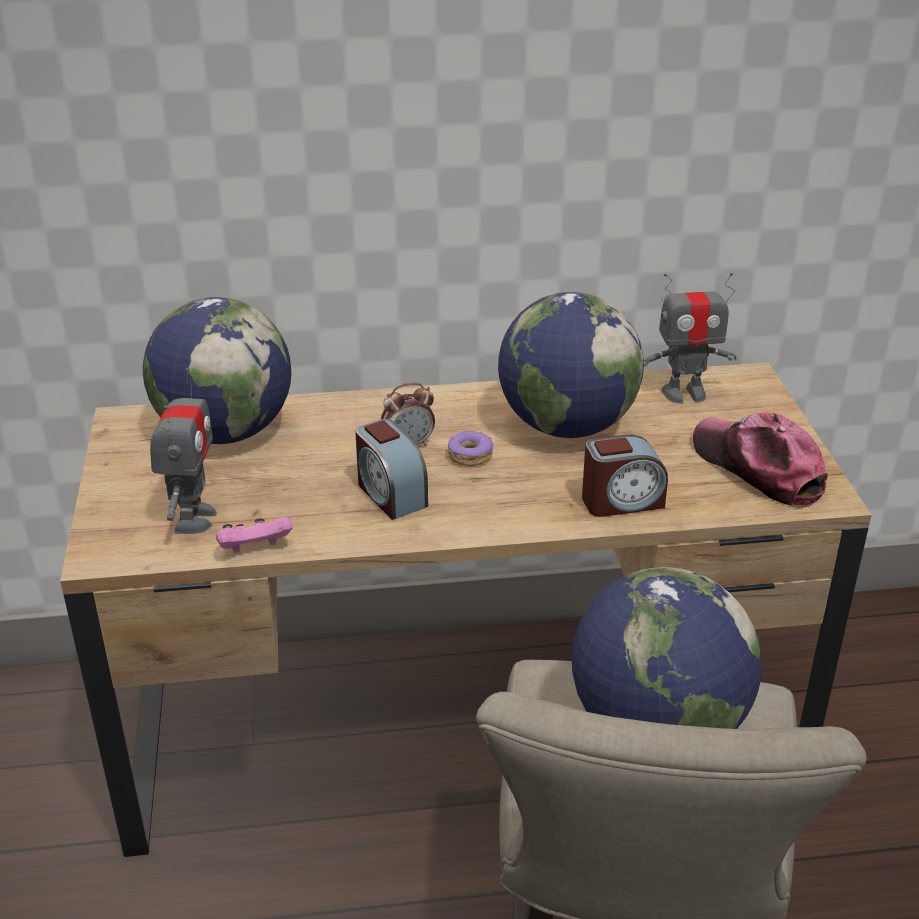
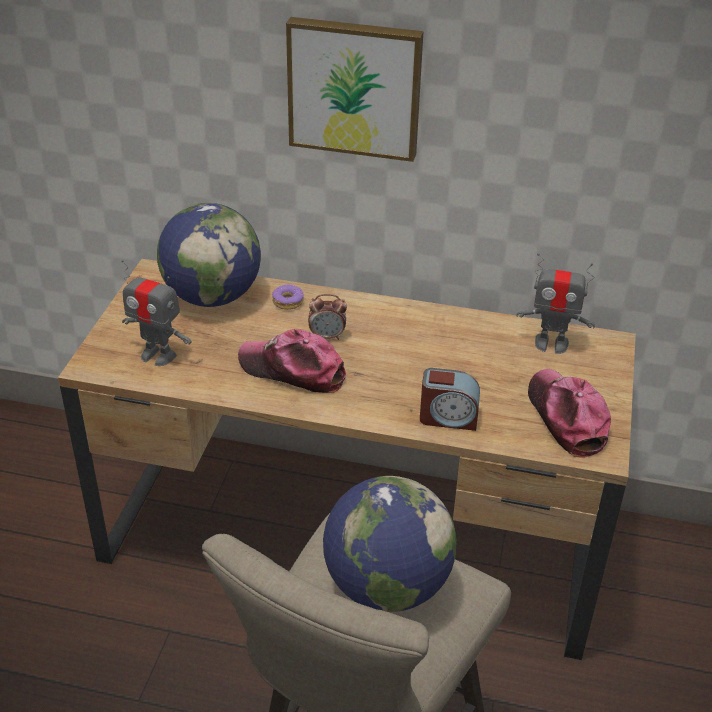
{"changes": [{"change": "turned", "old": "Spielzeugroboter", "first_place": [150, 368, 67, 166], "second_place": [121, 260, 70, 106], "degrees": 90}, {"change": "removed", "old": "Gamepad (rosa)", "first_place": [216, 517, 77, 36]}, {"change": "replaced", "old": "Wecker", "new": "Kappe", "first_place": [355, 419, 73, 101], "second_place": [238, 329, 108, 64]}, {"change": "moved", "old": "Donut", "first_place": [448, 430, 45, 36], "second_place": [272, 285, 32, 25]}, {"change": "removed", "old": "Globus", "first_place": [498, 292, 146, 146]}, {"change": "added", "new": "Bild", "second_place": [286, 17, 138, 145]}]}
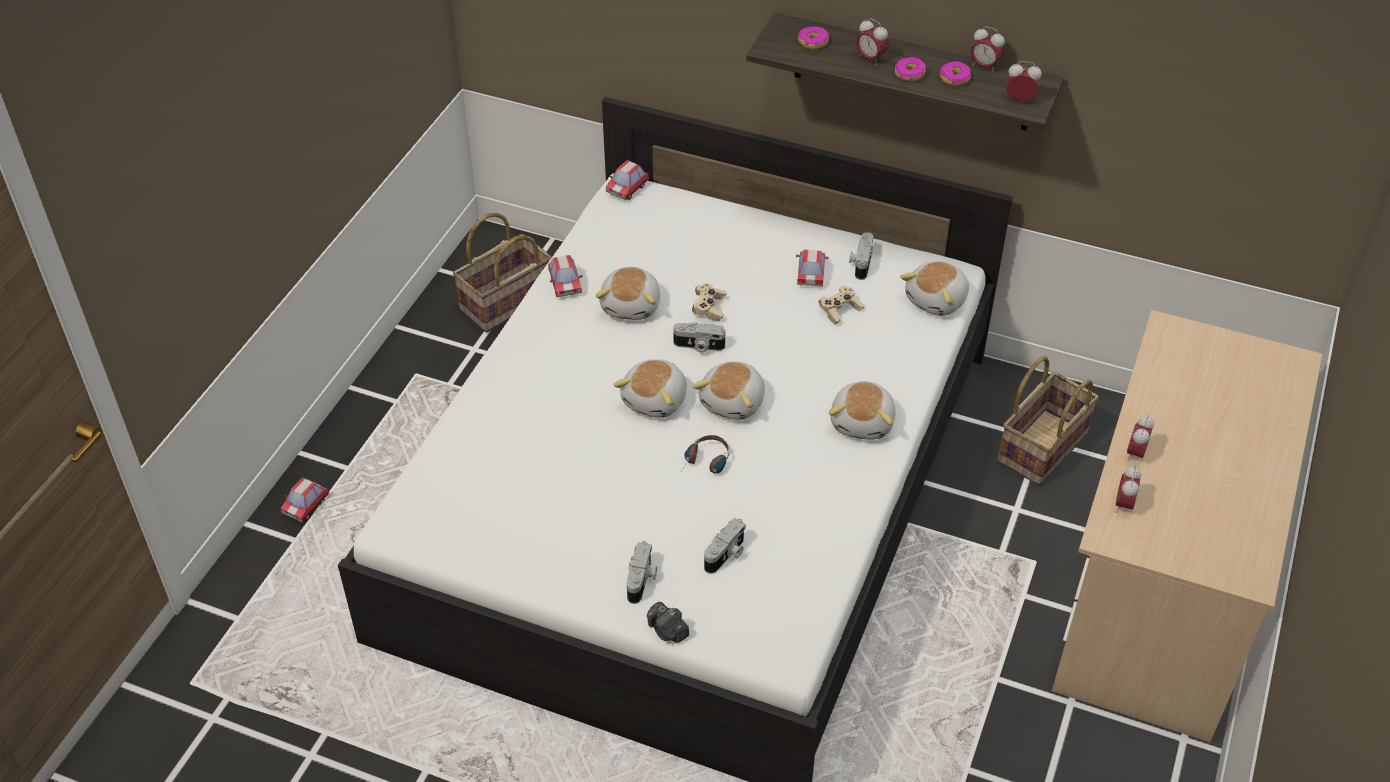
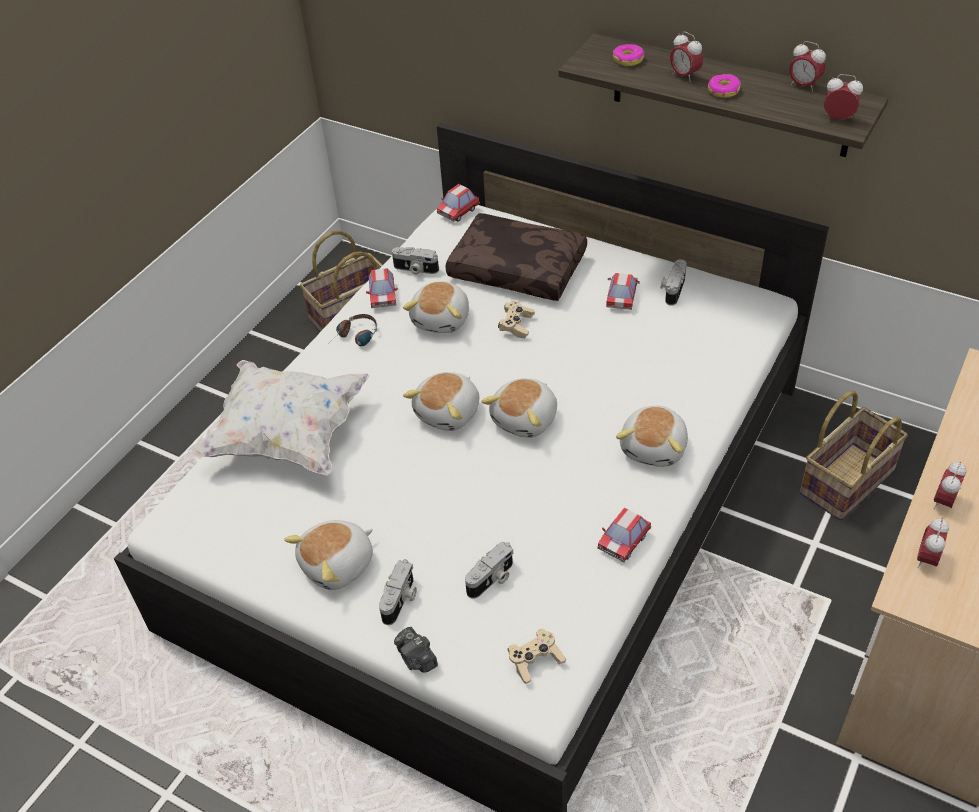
{"changes": [{"change": "moved", "old": "Spielzeugauto", "first_place": [281, 477, 48, 46], "second_place": [597, 508, 54, 54]}, {"change": "moved", "old": "Kamera", "first_place": [673, 322, 52, 31], "second_place": [392, 247, 47, 28]}, {"change": "moved", "old": "Kopfhörer", "first_place": [680, 435, 50, 39], "second_place": [333, 314, 44, 32]}, {"change": "moved", "old": "Gamepad (beige)", "first_place": [819, 286, 45, 38], "second_place": [508, 629, 58, 55]}, {"change": "moved", "old": "Plüschtier", "first_place": [900, 261, 69, 55], "second_place": [284, 520, 89, 70]}, {"change": "removed", "old": "Donut", "first_place": [940, 61, 31, 25]}, {"change": "added", "new": "Kissen (weiß)", "second_place": [192, 360, 177, 115]}, {"change": "added", "new": "Kissen (braun)", "second_place": [445, 213, 142, 88]}]}
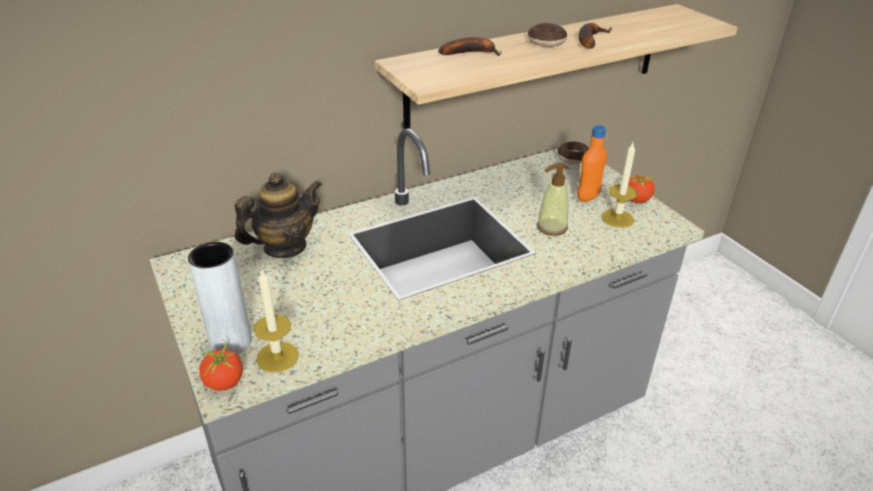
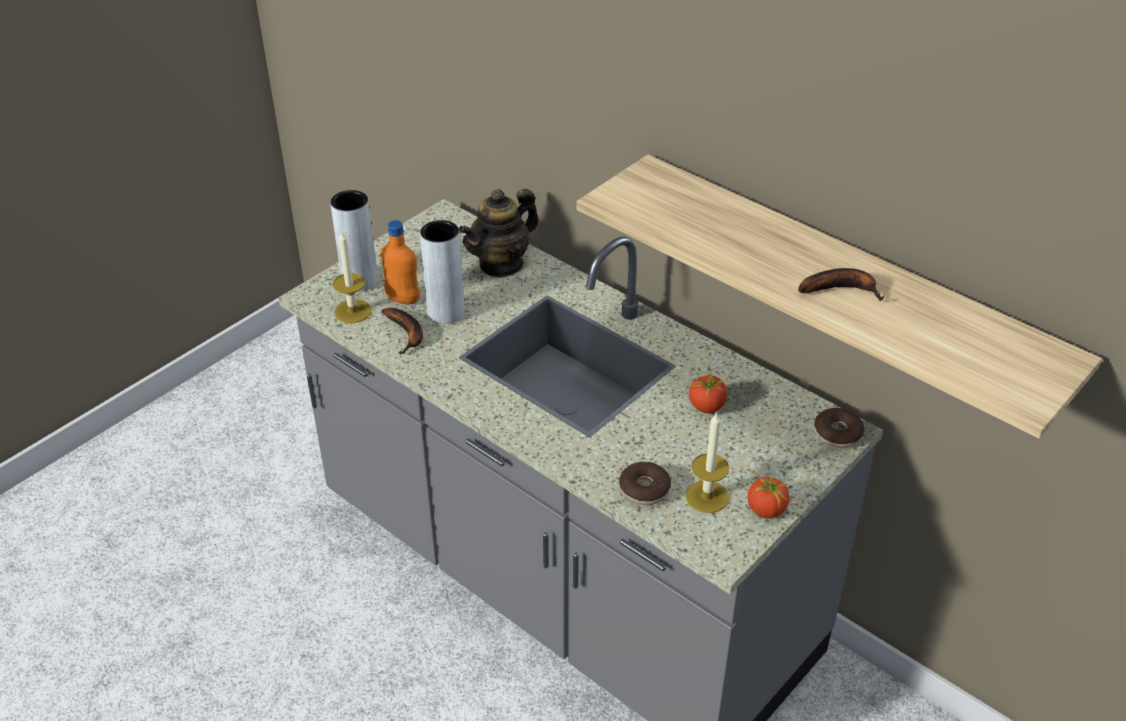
{"changes": [{"change": "moved", "old": "Tomate", "first_place": [199, 340, 44, 51], "second_place": [688, 372, 43, 41]}, {"change": "turned", "old": "Teekanne", "first_place": [235, 172, 87, 86], "second_place": [459, 189, 80, 89], "degrees": 105}, {"change": "moved", "old": "Banane", "first_place": [438, 37, 63, 19], "second_place": [382, 308, 41, 46]}, {"change": "moved", "old": "Donut", "first_place": [528, 23, 39, 24], "second_place": [619, 462, 52, 43]}, {"change": "removed", "old": "Seifenspender", "first_place": [537, 163, 31, 73]}, {"change": "moved", "old": "Flasche (orange)", "first_place": [577, 125, 30, 77], "second_place": [380, 220, 40, 85]}, {"change": "added", "new": "Vase (grau)", "second_place": [420, 220, 44, 104]}]}
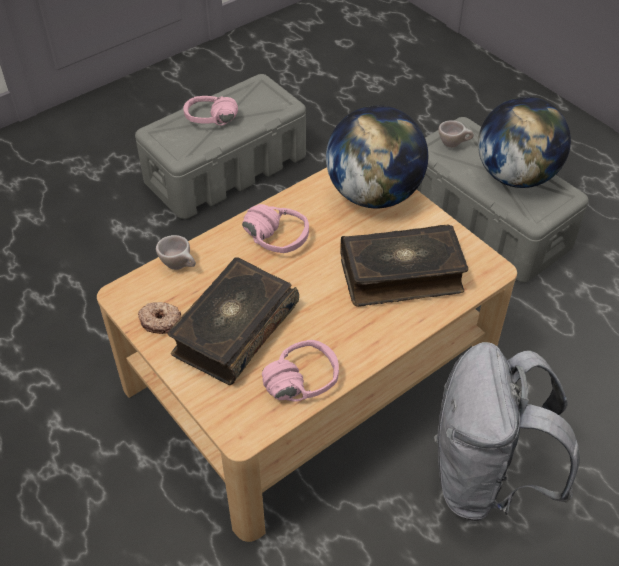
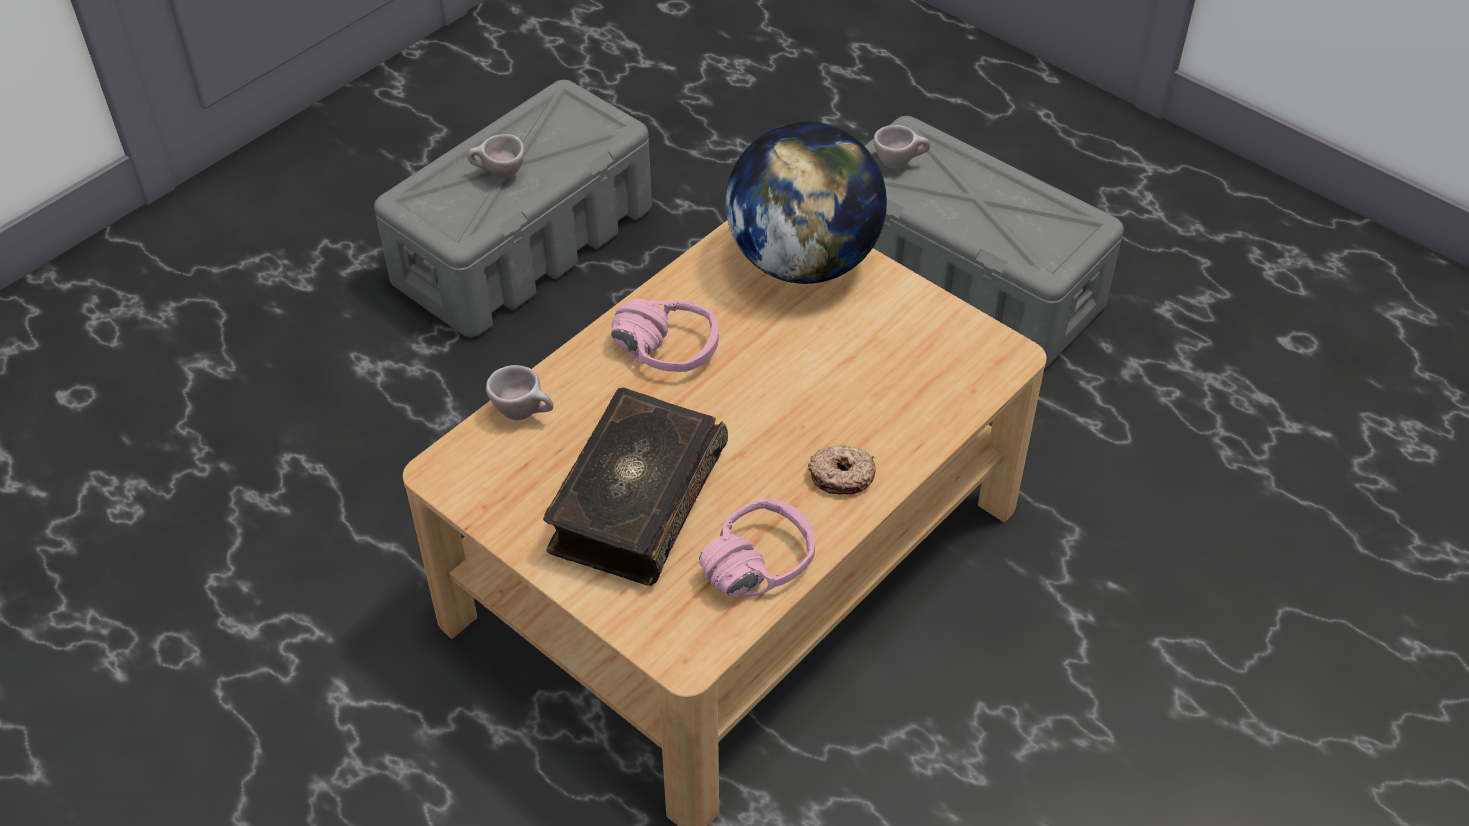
{"changes": [{"change": "moved", "old": "Donut", "first_place": [138, 302, 43, 32], "second_place": [808, 445, 68, 50]}, {"change": "replaced", "old": "Kopfhörer (rosa)", "new": "Tasse (beige)", "first_place": [183, 96, 55, 29], "second_place": [467, 134, 58, 45]}, {"change": "removed", "old": "Buch", "first_place": [340, 224, 128, 83]}, {"change": "removed", "old": "Rucksack (grau)", "first_place": [434, 342, 146, 179]}, {"change": "removed", "old": "Globus", "first_place": [478, 97, 93, 91]}]}
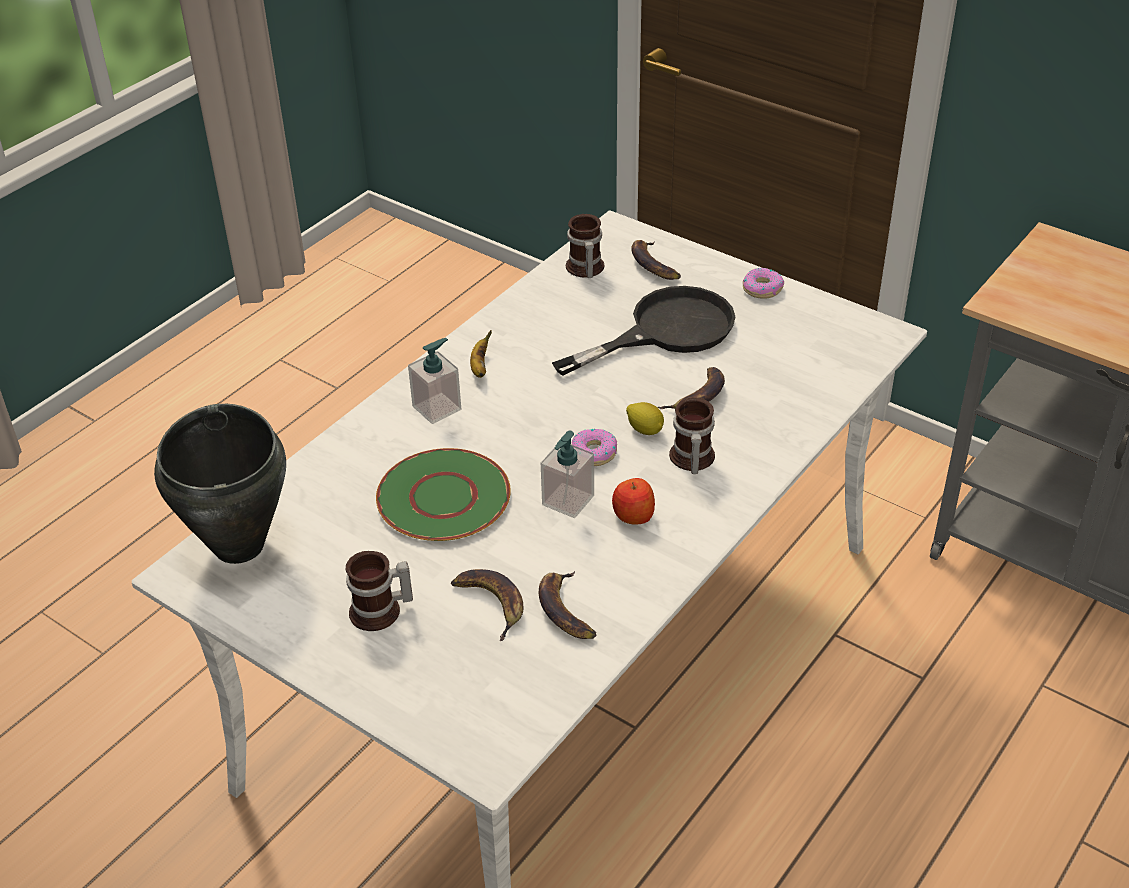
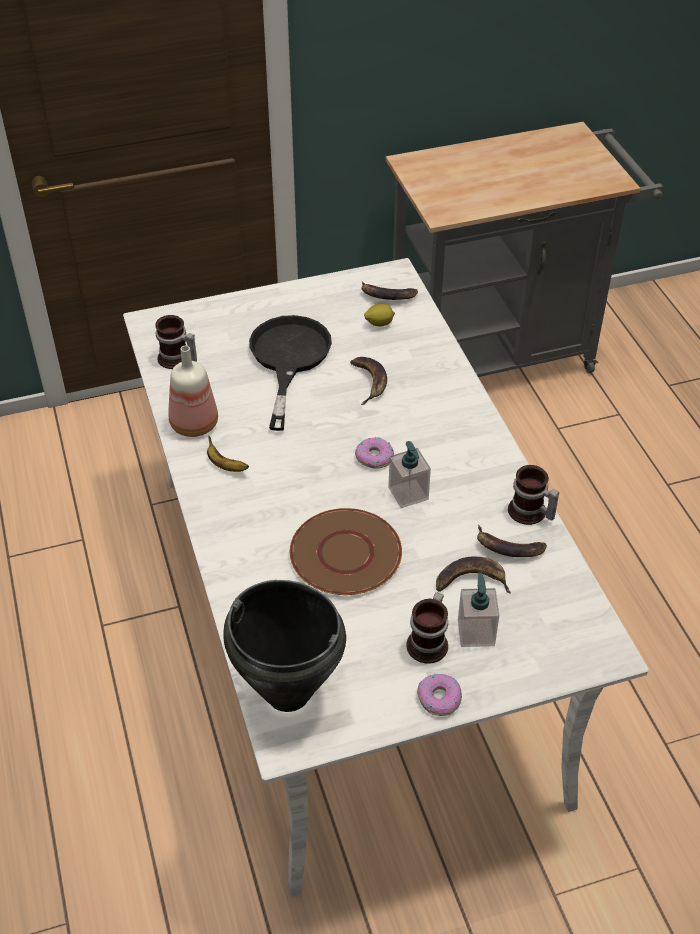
{"changes": [{"change": "recoloured", "old": "Teller (grün)", "new": "Teller (braun)", "first_place": [376, 448, 135, 93], "second_place": [290, 508, 112, 87]}, {"change": "moved", "old": "Seifenspender", "first_place": [408, 338, 53, 86], "second_place": [458, 572, 41, 75]}, {"change": "removed", "old": "Apfel", "first_place": [612, 478, 43, 47]}, {"change": "moved", "old": "Zitrone", "first_place": [626, 402, 38, 33], "second_place": [364, 303, 31, 24]}, {"change": "moved", "old": "Banane", "first_place": [631, 240, 50, 40], "second_place": [361, 282, 57, 18]}, {"change": "moved", "old": "Henkelbecher", "first_place": [669, 397, 46, 77], "second_place": [508, 465, 51, 60]}, {"change": "moved", "old": "Donut", "first_place": [743, 268, 41, 31], "second_place": [417, 674, 45, 42]}, {"change": "added", "new": "Flasche", "second_place": [168, 345, 50, 92]}]}
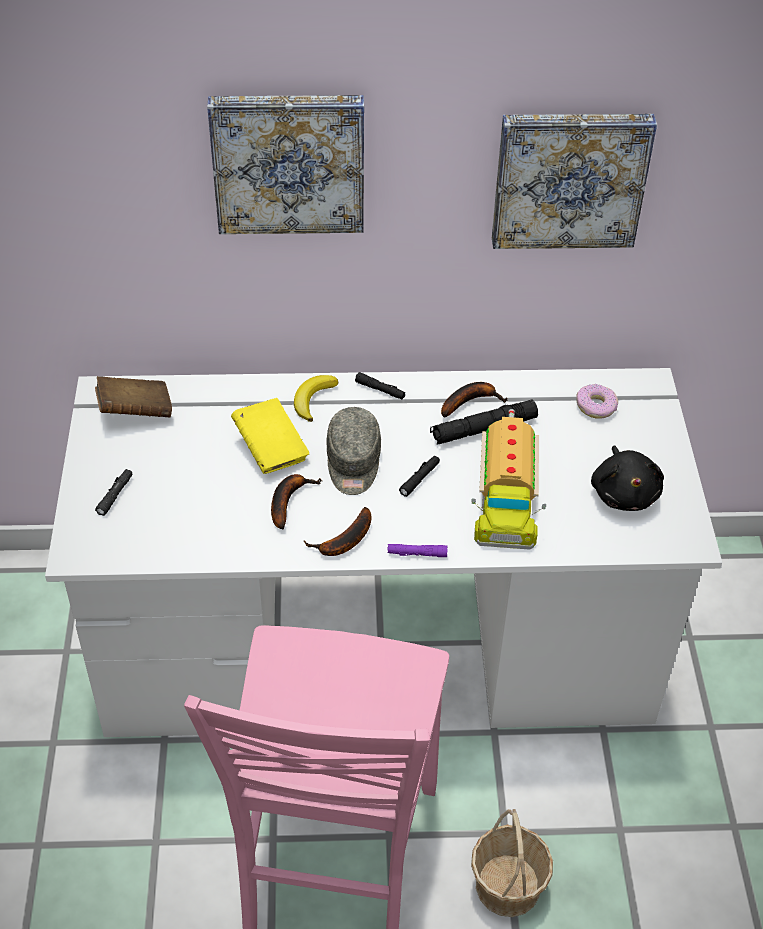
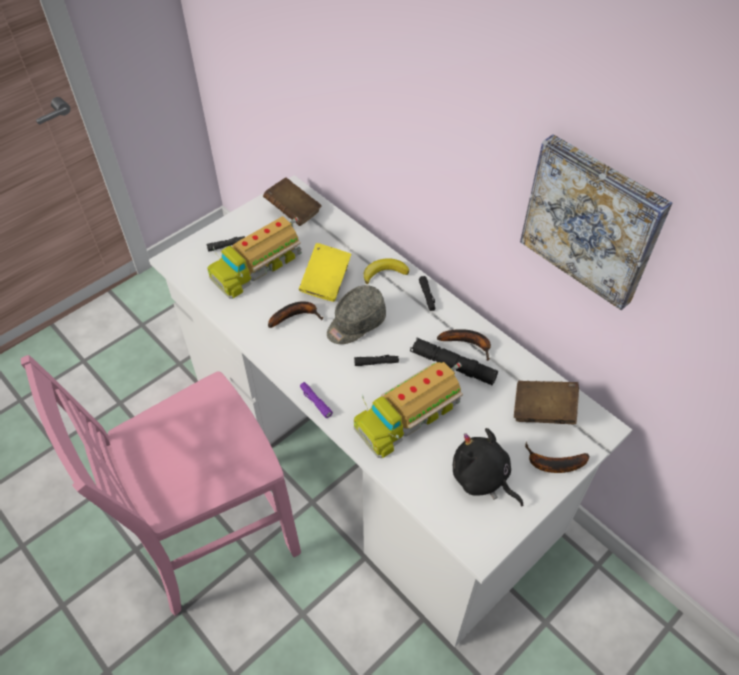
{"changes": [{"change": "removed", "old": "Bild", "first_place": [207, 95, 157, 139]}, {"change": "moved", "old": "Banane", "first_place": [304, 507, 68, 49], "second_place": [525, 442, 64, 31]}, {"change": "removed", "old": "Korb", "first_place": [471, 809, 82, 108]}, {"change": "replaced", "old": "Donut", "new": "Buch (braun)", "first_place": [576, 384, 42, 35], "second_place": [514, 381, 65, 43]}, {"change": "turned", "old": "Plüschtier (schwarz)", "first_place": [591, 446, 73, 65], "second_place": [453, 428, 70, 78], "degrees": 90}, {"change": "added", "new": "Spielzeuglaster", "second_place": [207, 216, 95, 83]}]}
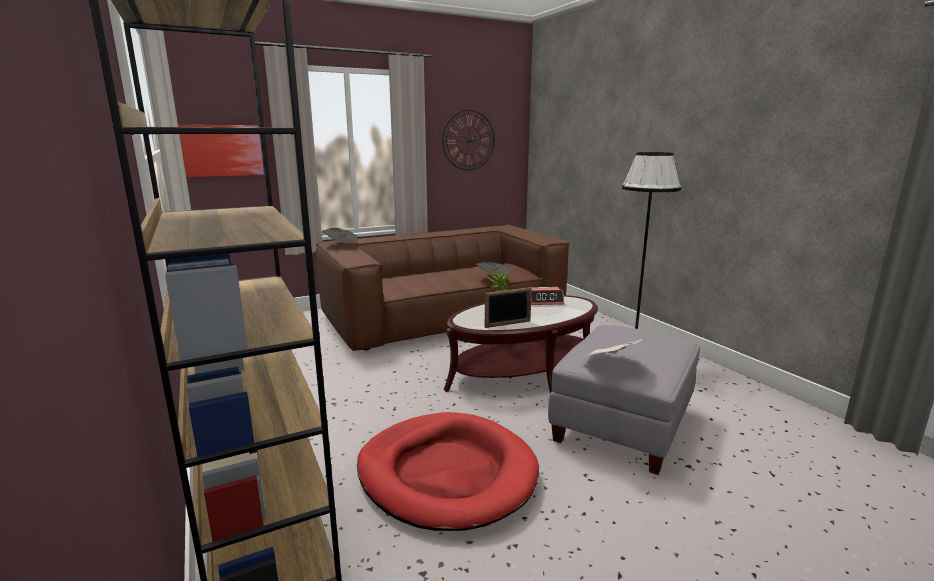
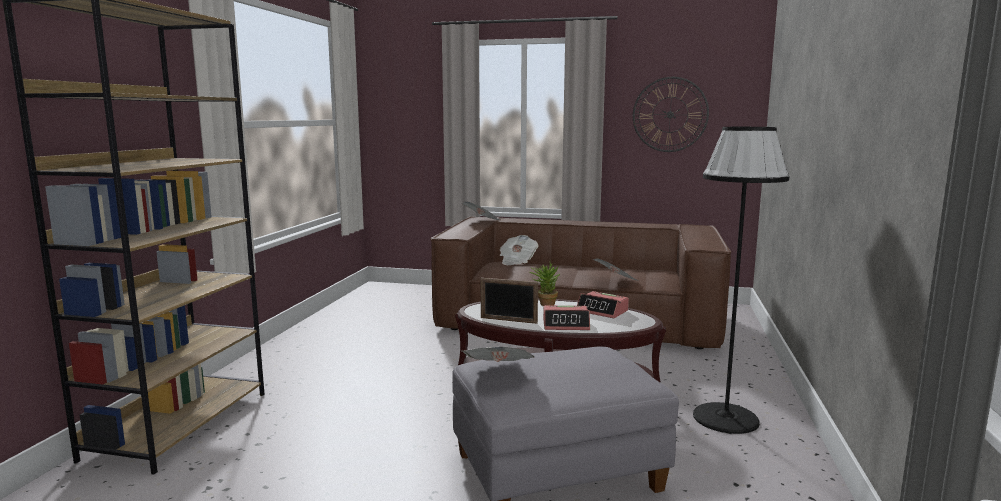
{"changes": [{"change": "removed", "old": "Bild", "first_place": [178, 125, 86, 52]}, {"change": "removed", "old": "Hundebett (rot)", "first_place": [357, 412, 182, 119]}, {"change": "added", "new": "Zeitung", "second_place": [500, 235, 38, 30]}, {"change": "added", "new": "Wecker", "second_place": [543, 305, 47, 25]}]}
